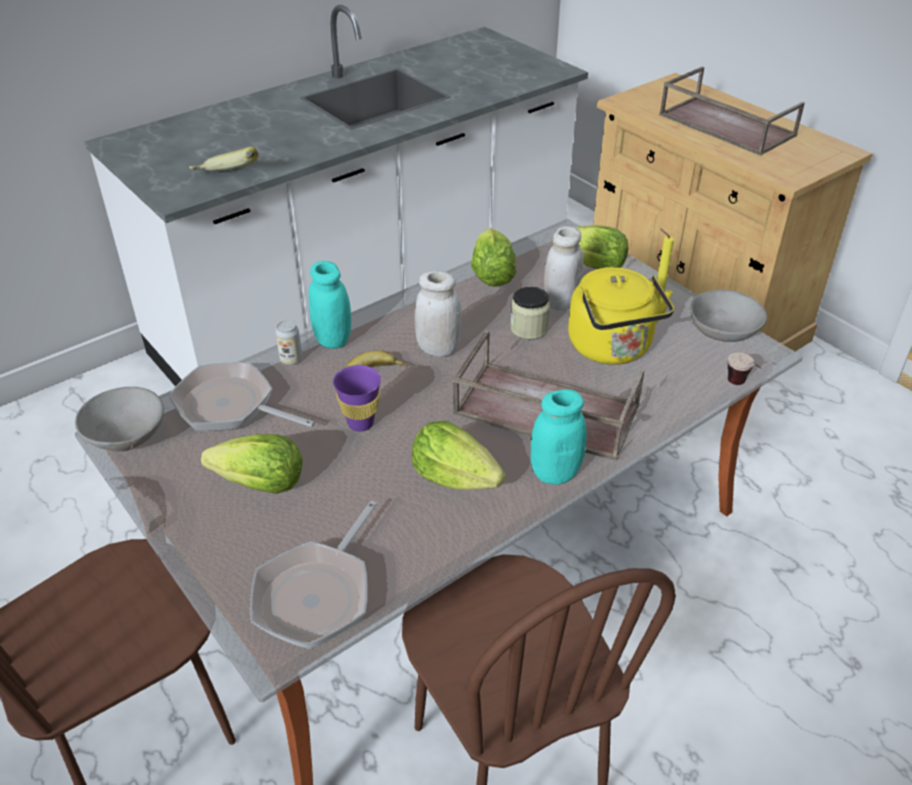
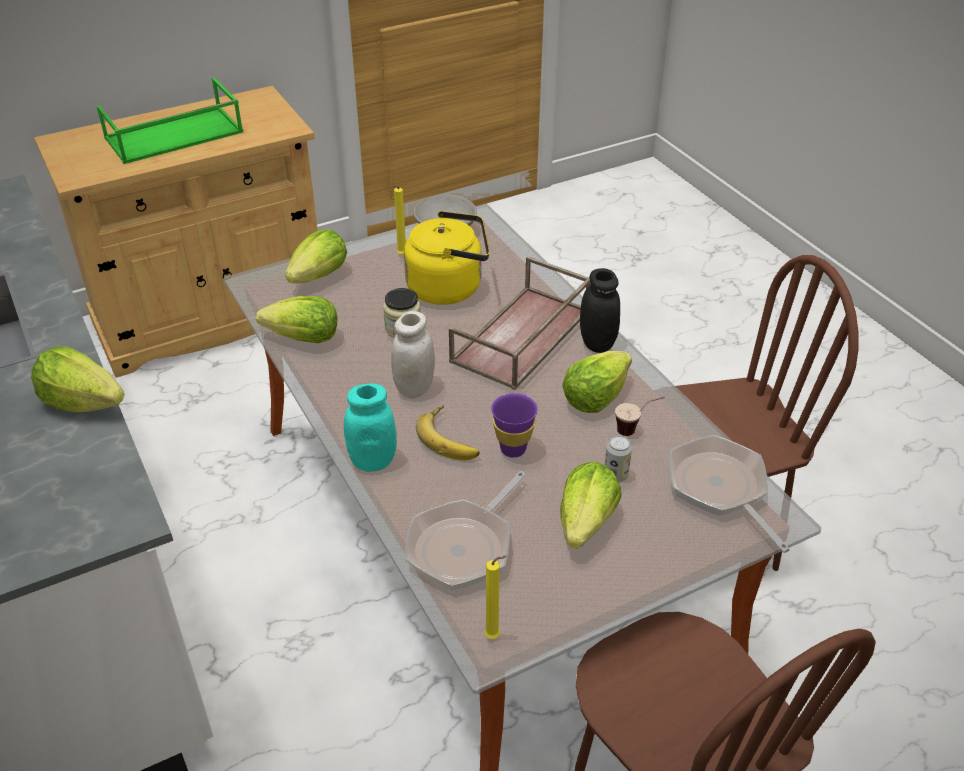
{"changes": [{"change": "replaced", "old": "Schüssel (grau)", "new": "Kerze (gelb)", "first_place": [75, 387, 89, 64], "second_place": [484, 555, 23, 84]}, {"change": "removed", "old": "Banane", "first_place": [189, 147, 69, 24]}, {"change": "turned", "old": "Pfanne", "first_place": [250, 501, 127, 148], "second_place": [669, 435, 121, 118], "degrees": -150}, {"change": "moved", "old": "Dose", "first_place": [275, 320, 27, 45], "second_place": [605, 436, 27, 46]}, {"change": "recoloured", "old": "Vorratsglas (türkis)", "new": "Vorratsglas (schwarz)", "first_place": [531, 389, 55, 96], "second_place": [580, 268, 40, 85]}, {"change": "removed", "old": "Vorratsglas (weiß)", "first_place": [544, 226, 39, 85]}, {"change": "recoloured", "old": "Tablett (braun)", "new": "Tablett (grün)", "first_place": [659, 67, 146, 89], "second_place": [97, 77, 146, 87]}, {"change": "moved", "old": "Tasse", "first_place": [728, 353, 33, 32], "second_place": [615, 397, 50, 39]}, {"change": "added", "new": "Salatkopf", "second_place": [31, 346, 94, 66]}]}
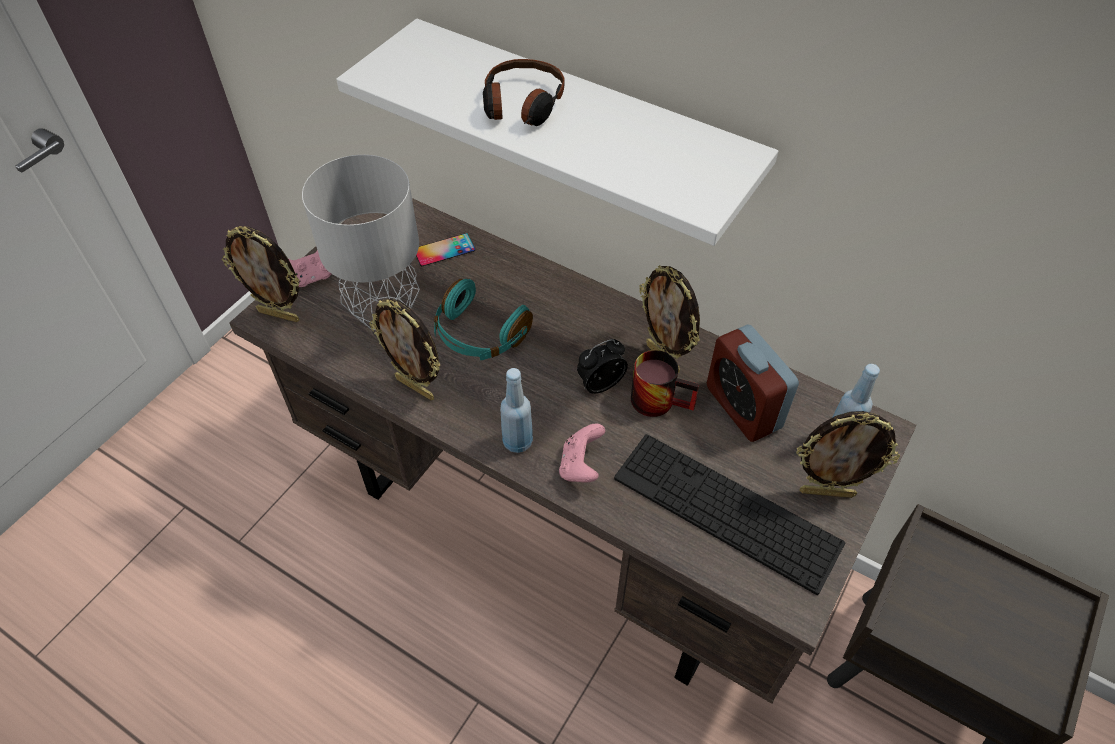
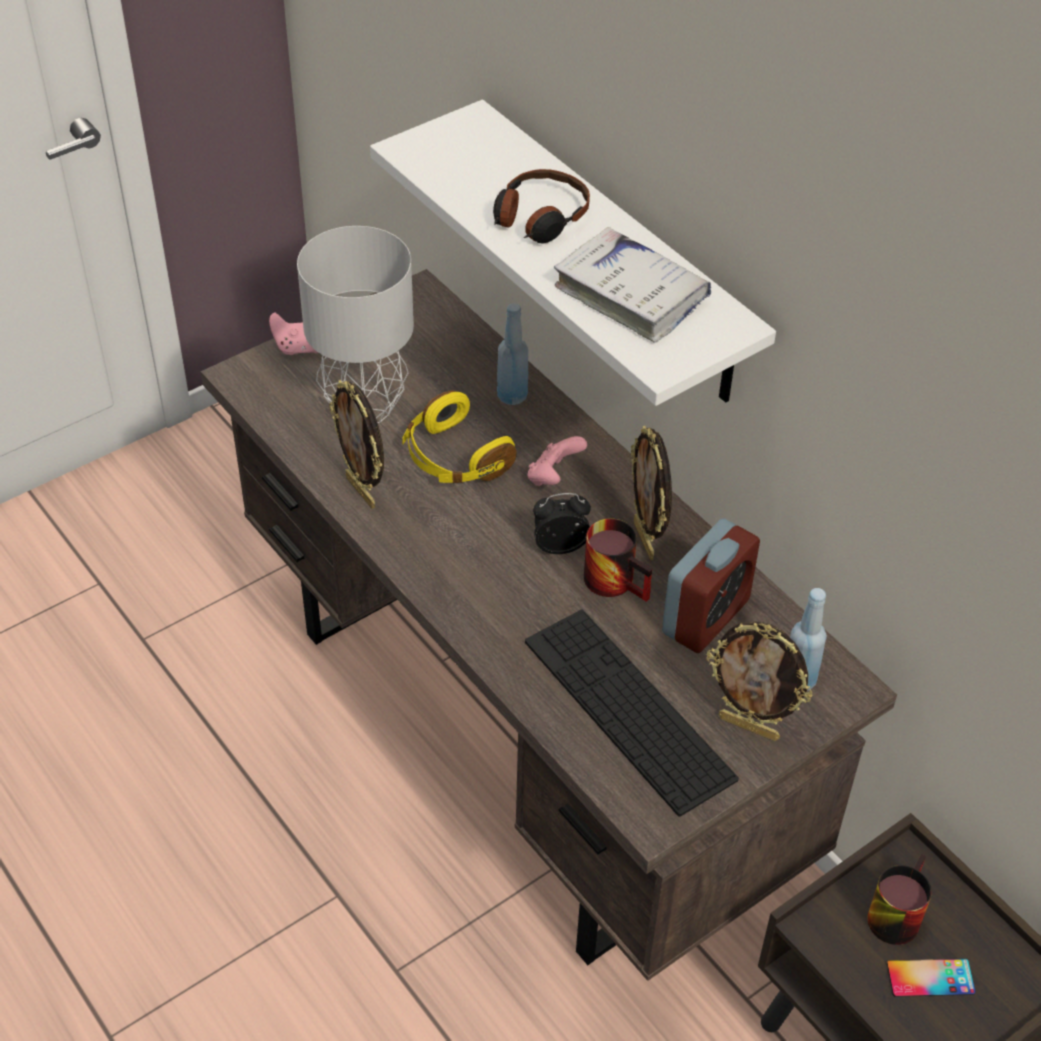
{"changes": [{"change": "removed", "old": "Bilderrahmen", "first_place": [222, 226, 77, 96]}, {"change": "moved", "old": "Handy", "first_place": [416, 233, 59, 33], "second_place": [887, 958, 88, 39]}, {"change": "recoloured", "old": "Kopfhörer (türkis)", "new": "Kopfhörer (gelb)", "first_place": [434, 279, 99, 81], "second_place": [403, 390, 114, 93]}, {"change": "moved", "old": "Flasche (blau)", "first_place": [500, 368, 33, 85], "second_place": [497, 303, 31, 102]}, {"change": "moved", "old": "Gamepad (rosa)", "first_place": [559, 424, 46, 58], "second_place": [527, 436, 60, 50]}, {"change": "turned", "old": "Wecker", "first_place": [707, 325, 92, 117], "second_place": [662, 518, 98, 135], "degrees": -135}, {"change": "added", "new": "Buch (weiß)", "second_place": [554, 227, 157, 116]}, {"change": "added", "new": "Henkelbecher", "second_place": [867, 854, 65, 91]}]}
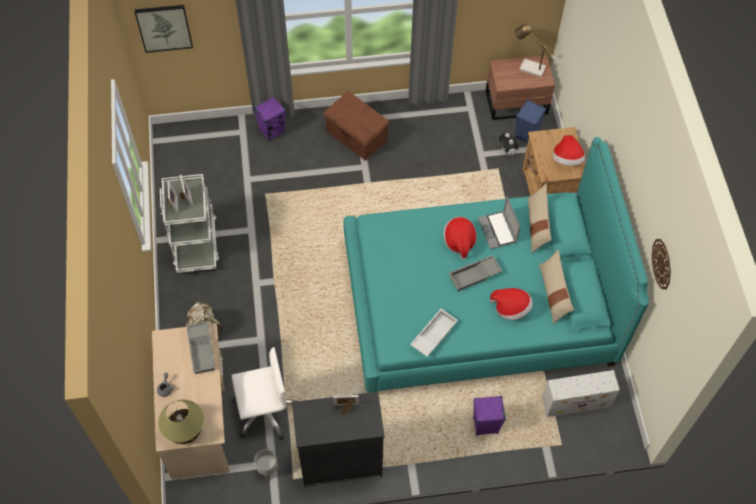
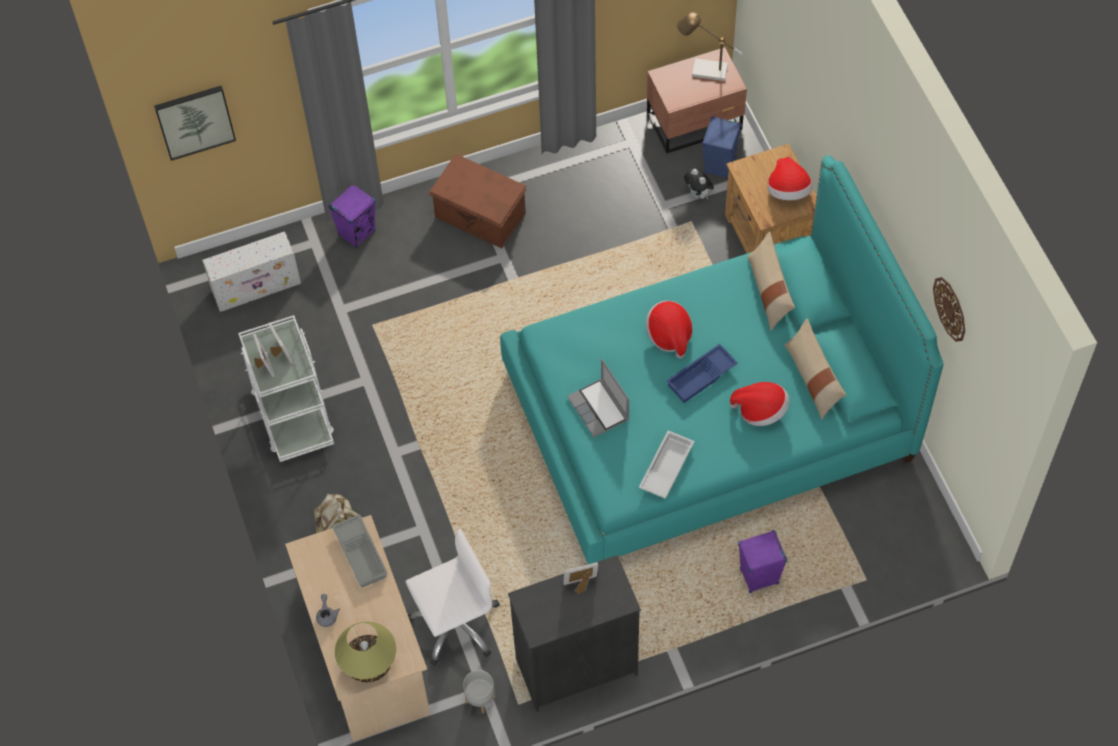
{"changes": [{"change": "recoloured", "old": "Tablett (grau)", "new": "Tablett (blau)", "first_place": [449, 255, 53, 36], "second_place": [666, 344, 72, 59]}, {"change": "moved", "old": "Laptop", "first_place": [478, 196, 42, 53], "second_place": [567, 358, 62, 79]}, {"change": "moved", "old": "Aufbewahrungsbox (weiß)", "first_place": [542, 370, 78, 47], "second_place": [202, 231, 99, 81]}]}
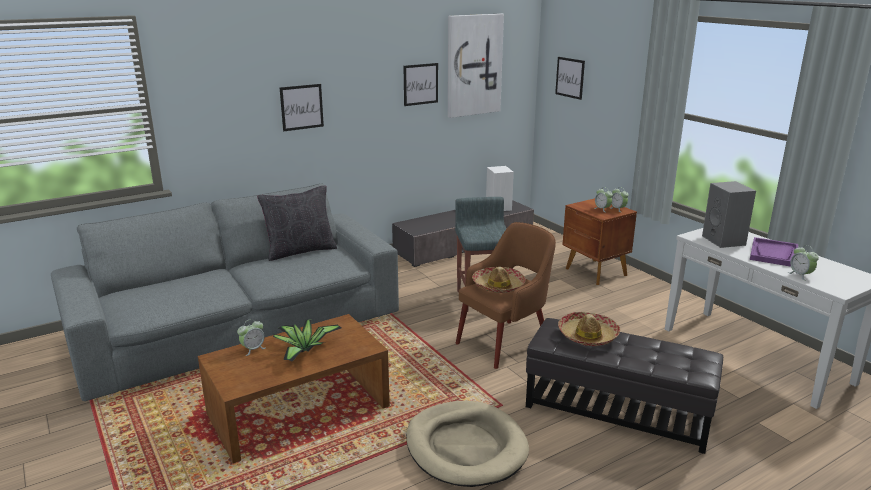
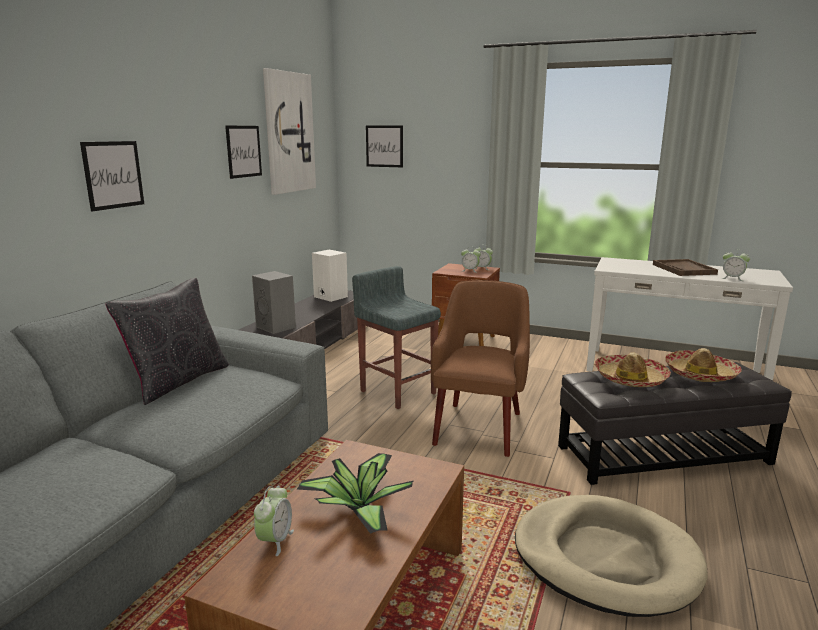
{"changes": [{"change": "moved", "old": "Hut", "first_place": [472, 267, 54, 26], "second_place": [665, 348, 77, 34]}, {"change": "moved", "old": "Lautsprecher (grau)", "first_place": [702, 181, 54, 67], "second_place": [252, 271, 44, 63]}, {"change": "recoloured", "old": "Tablett (lila)", "new": "Tablett (braun)", "first_place": [750, 237, 48, 30], "second_place": [653, 259, 65, 17]}]}
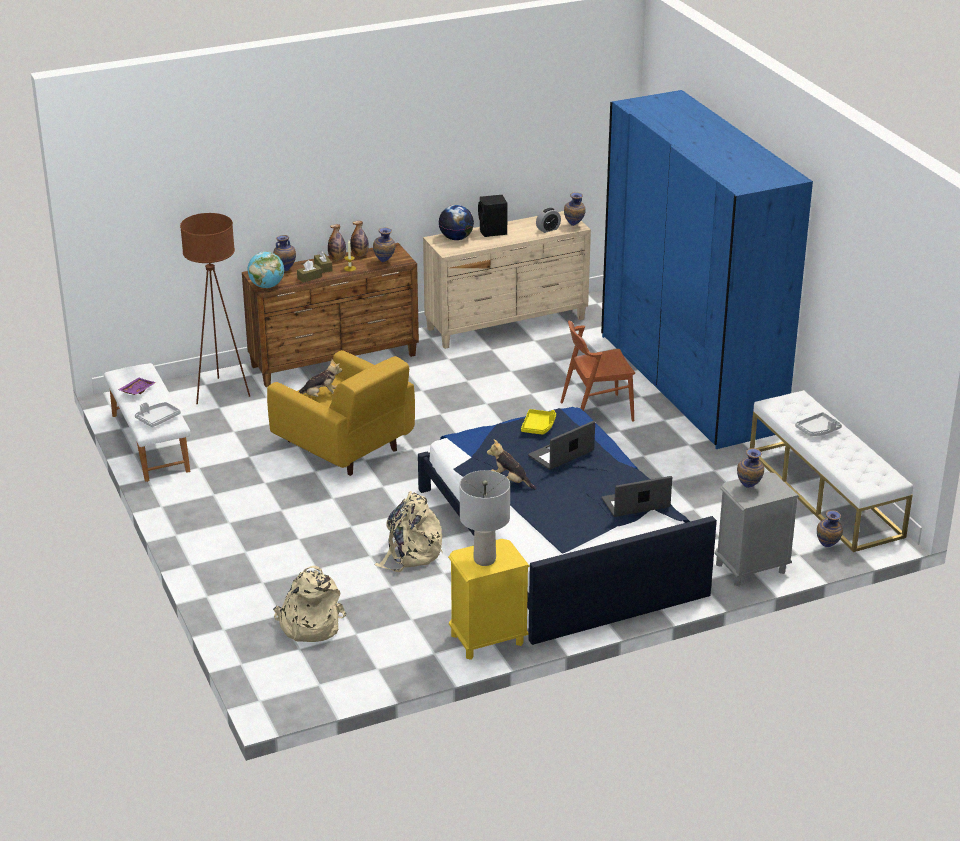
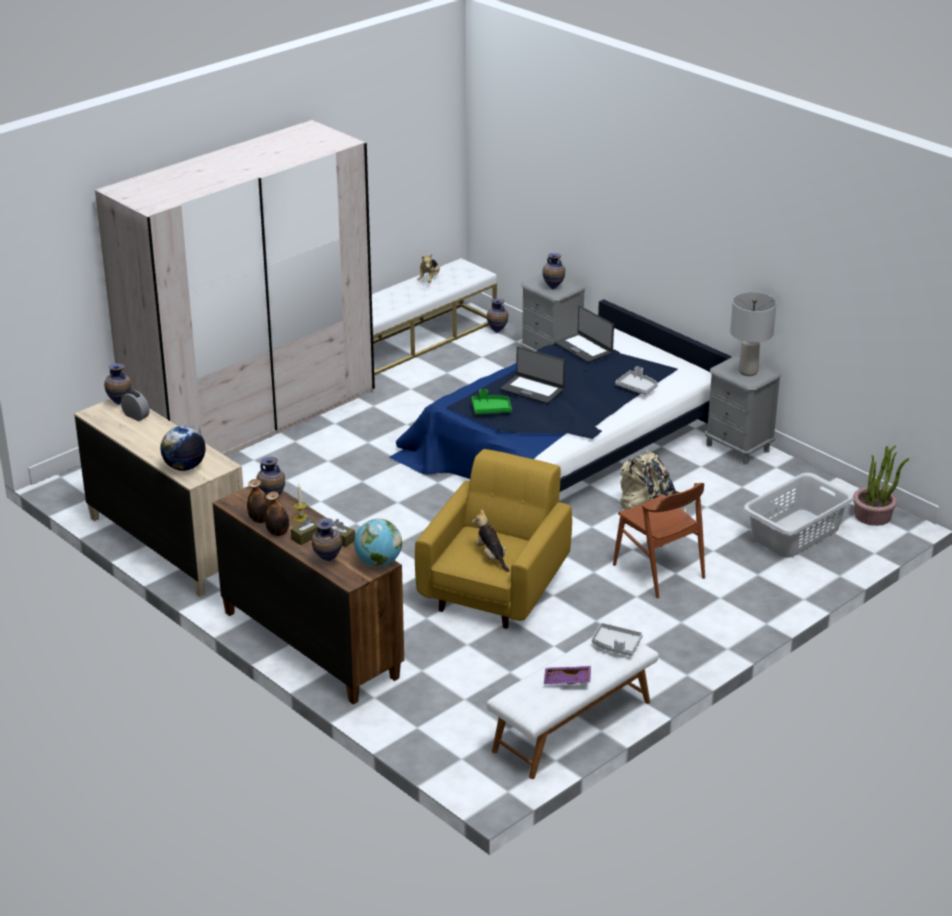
{"changes": [{"change": "removed", "old": "Stehlampe (braun)", "first_place": [180, 213, 70, 191]}, {"change": "replaced", "old": "Rucksack (beige)", "new": "Wäschekorb (grau)", "first_place": [273, 566, 73, 76], "second_place": [743, 473, 111, 85]}, {"change": "recoloured", "old": "Nachttisch (gelb)", "new": "Nachttisch (grau)", "first_place": [448, 539, 82, 121], "second_place": [705, 355, 77, 109]}, {"change": "removed", "old": "Lautsprecher (schwarz)", "first_place": [478, 195, 30, 42]}, {"change": "moved", "old": "Plüschtier", "first_place": [487, 439, 50, 51], "second_place": [417, 254, 23, 29]}, {"change": "recoloured", "old": "Tablett (gelb)", "new": "Tablett (grün)", "first_place": [521, 409, 35, 25], "second_place": [472, 389, 40, 25]}, {"change": "moved", "old": "Stuhl (braun)", "first_place": [560, 320, 75, 101], "second_place": [613, 483, 92, 115]}, {"change": "recoloured", "old": "Kleiderschrank (blau)", "new": "Kleiderschrank (beige)", "first_place": [601, 90, 212, 359], "second_place": [95, 120, 280, 337]}, {"change": "moved", "old": "Tablett (grau)", "first_place": [795, 412, 47, 24], "second_place": [615, 366, 43, 29]}, {"change": "added", "new": "Topfpflanze", "second_place": [853, 445, 57, 81]}]}
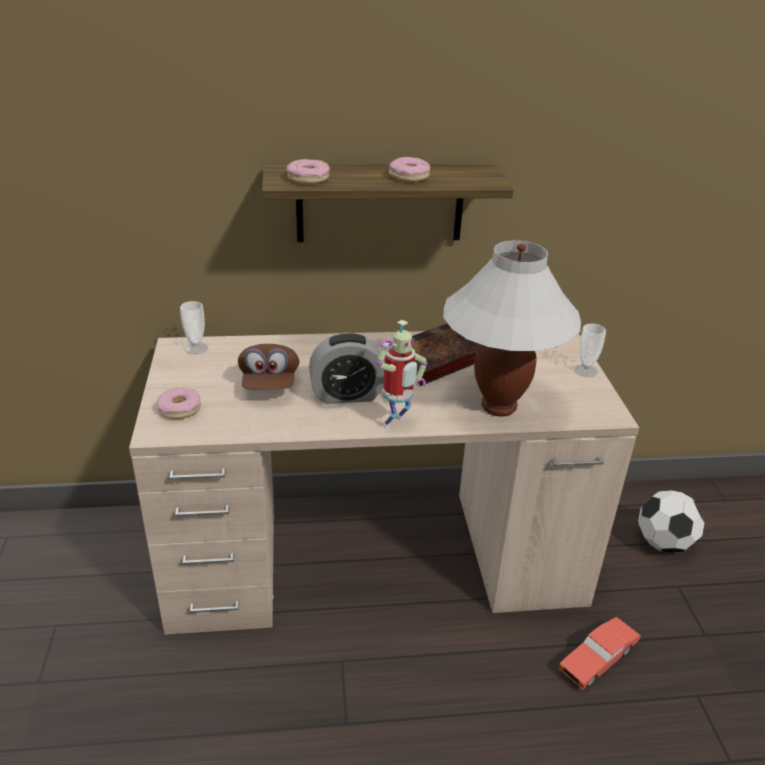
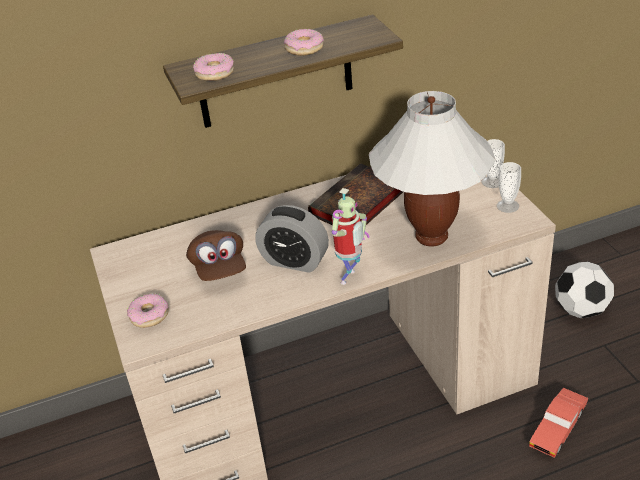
{"changes": [{"change": "moved", "old": "Tasse", "first_place": [180, 301, 28, 53], "second_place": [497, 162, 24, 51]}, {"change": "turned", "old": "Wecker", "first_place": [309, 333, 75, 71], "second_place": [255, 205, 74, 68], "degrees": 45}]}
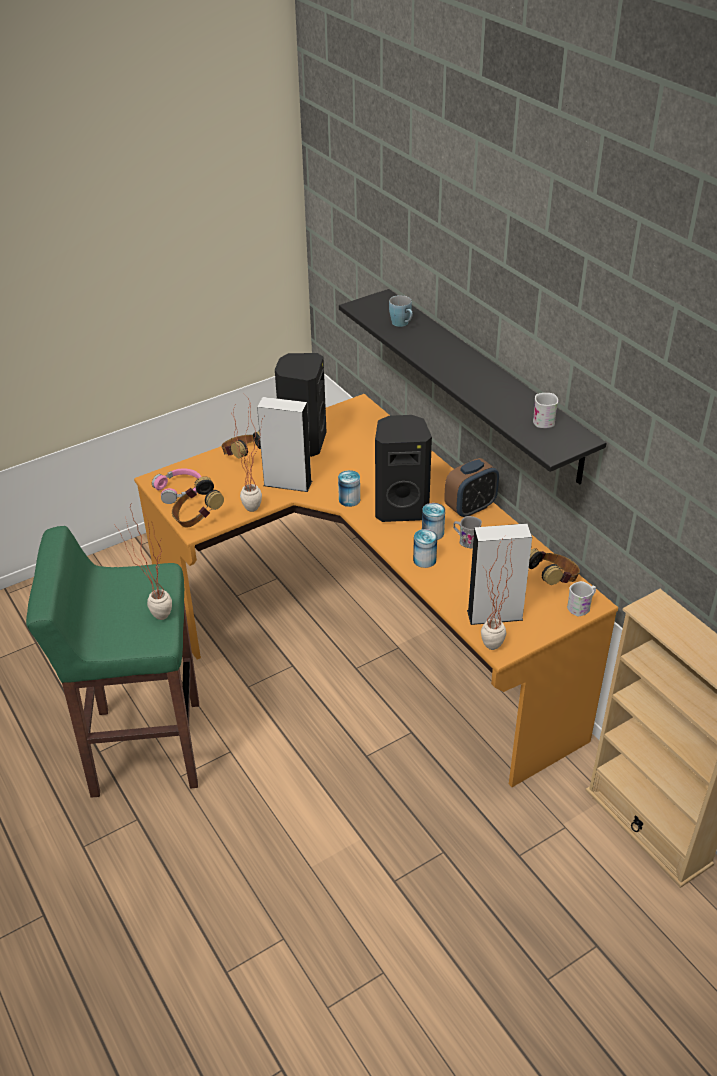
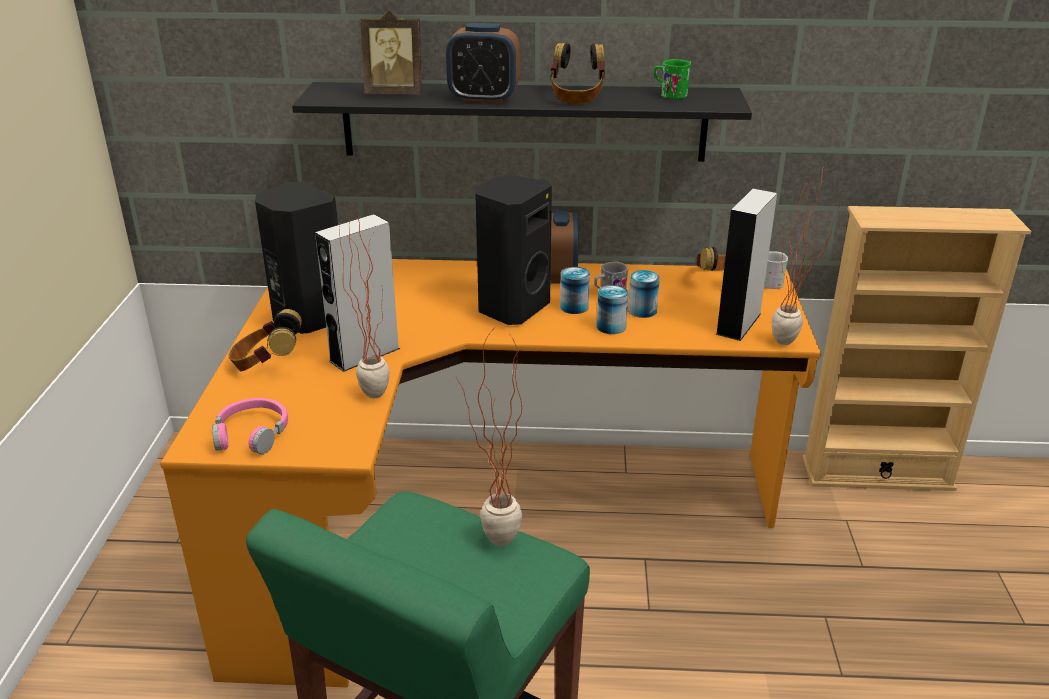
{"changes": [{"change": "moved", "old": "Kopfhörer", "first_place": [172, 476, 52, 52], "second_place": [550, 43, 55, 61]}, {"change": "moved", "old": "Dose", "first_place": [338, 470, 22, 37], "second_place": [628, 270, 32, 48]}, {"change": "replaced", "old": "Henkelbecher (blau)", "new": "Bilderrahmen", "first_place": [389, 295, 24, 32], "second_place": [360, 10, 62, 84]}, {"change": "recoloured", "old": "Henkelbecher (weiß)", "new": "Henkelbecher (grün)", "first_place": [533, 393, 25, 35], "second_place": [654, 59, 37, 40]}, {"change": "added", "new": "Wecker", "second_place": [446, 23, 74, 81]}]}
